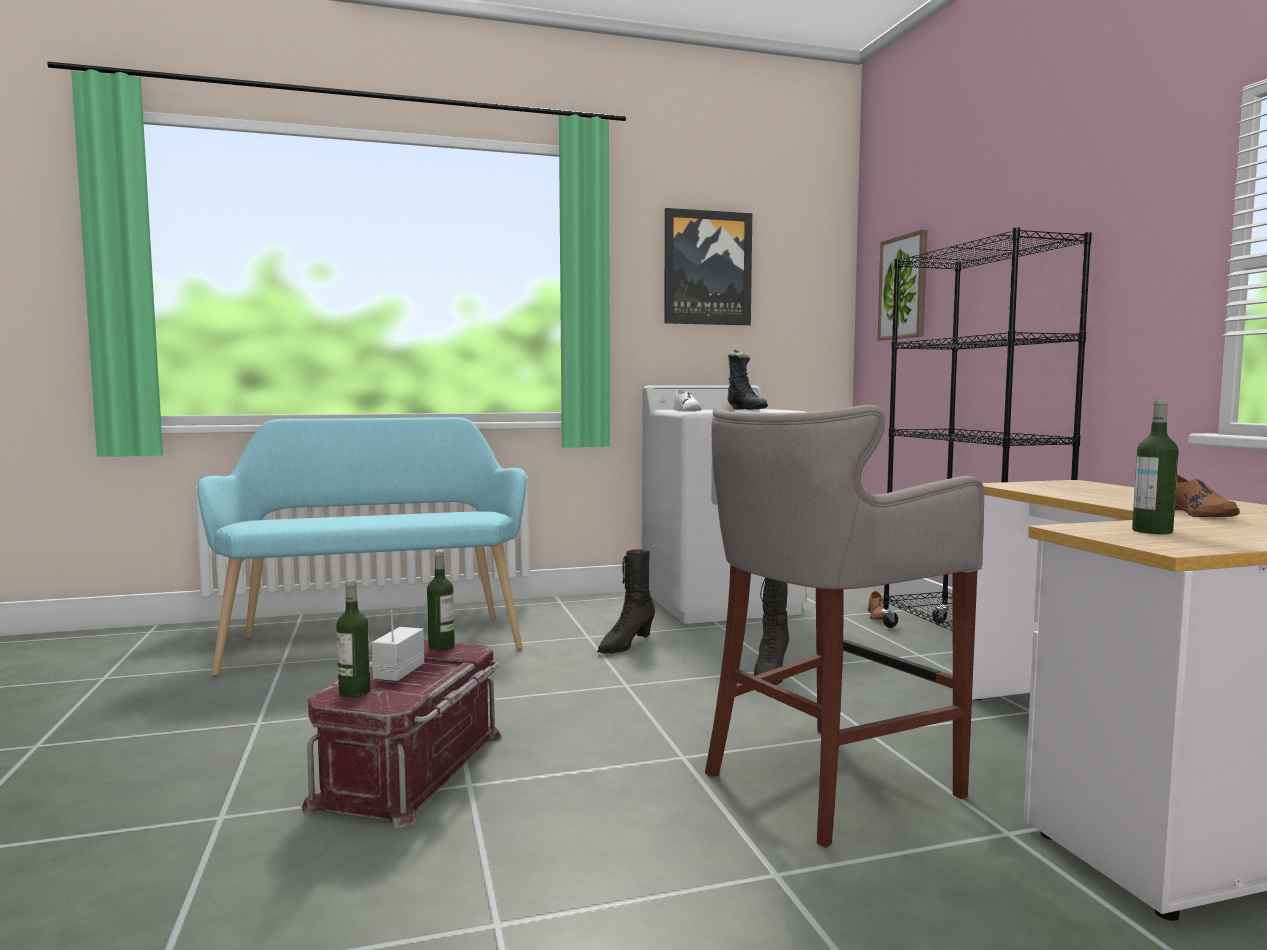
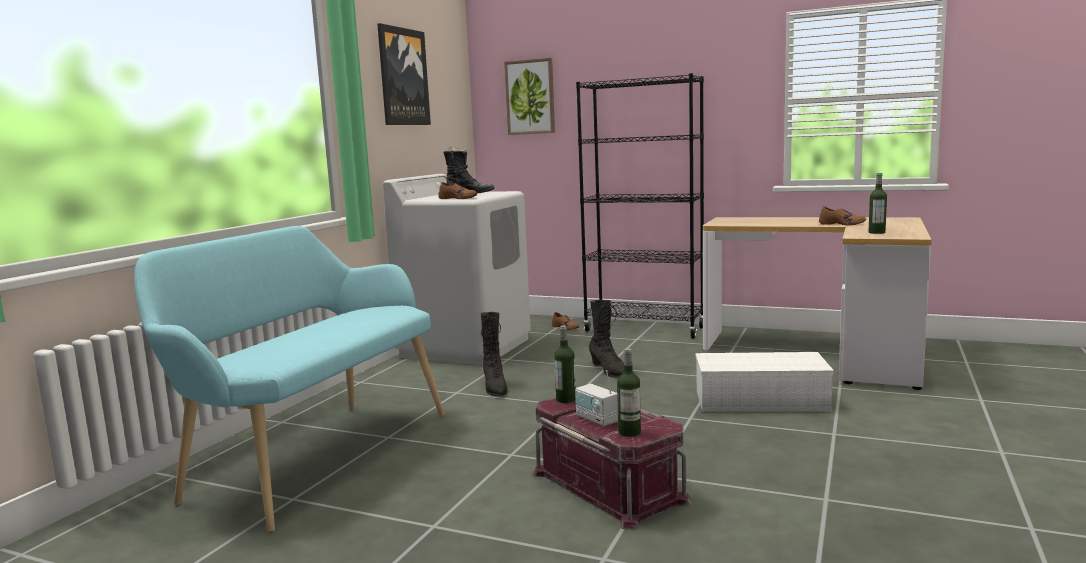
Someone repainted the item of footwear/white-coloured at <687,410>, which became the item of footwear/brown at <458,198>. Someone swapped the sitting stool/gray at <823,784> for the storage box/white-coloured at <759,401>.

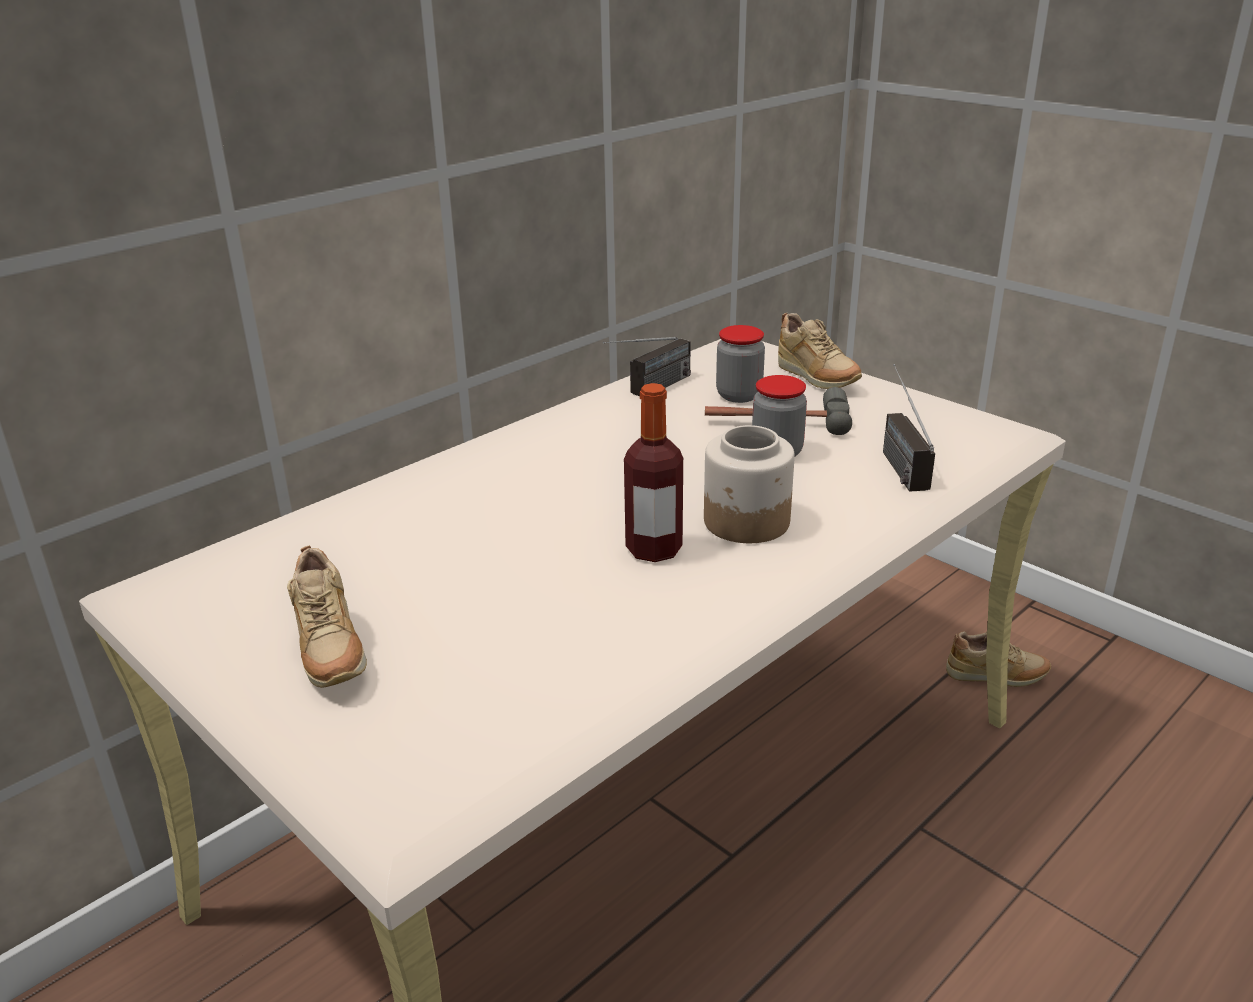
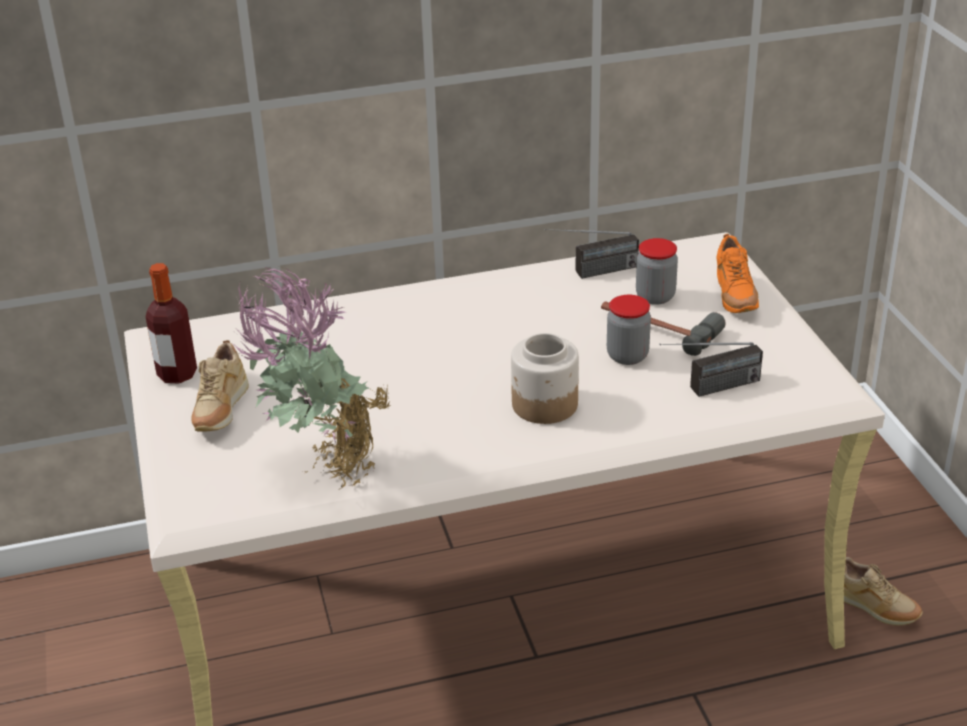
Someone carried the bottle from <654,549> to <177,374>. Someone repainted the item of footwear/sand-coloured at <816,379>, which became the item of footwear/orangey at <734,298>. Someone rotated the radio set at <895,460> by 135 degrees counterclockwise. Someone put down the plant in a pot at <322,469>.

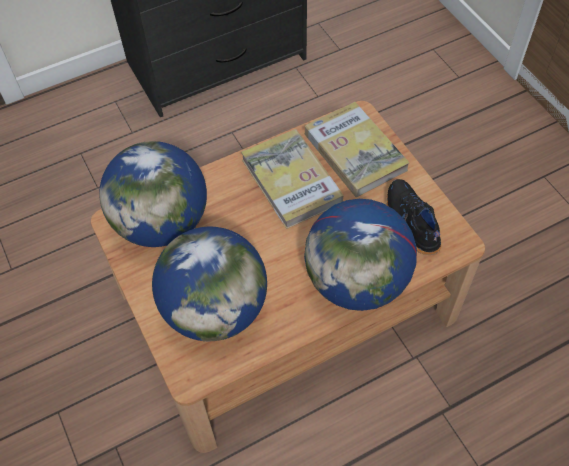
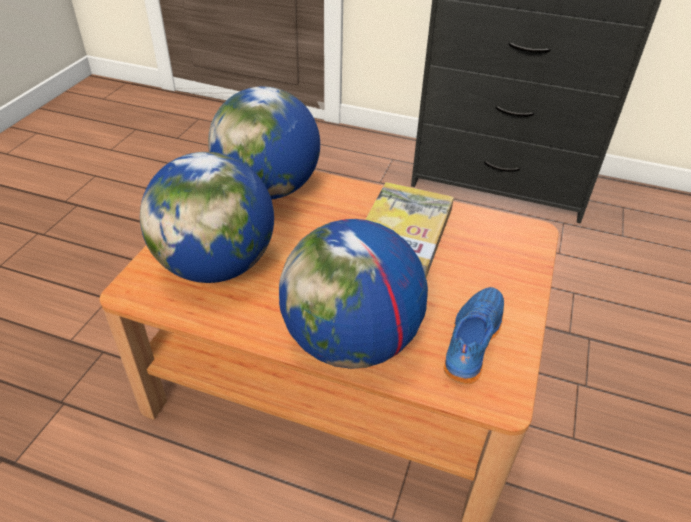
Someone took away the book at <355,152>. Someone repainted the item of footwear/black-coloured at <410,223>, which became the item of footwear/blue at <470,341>.

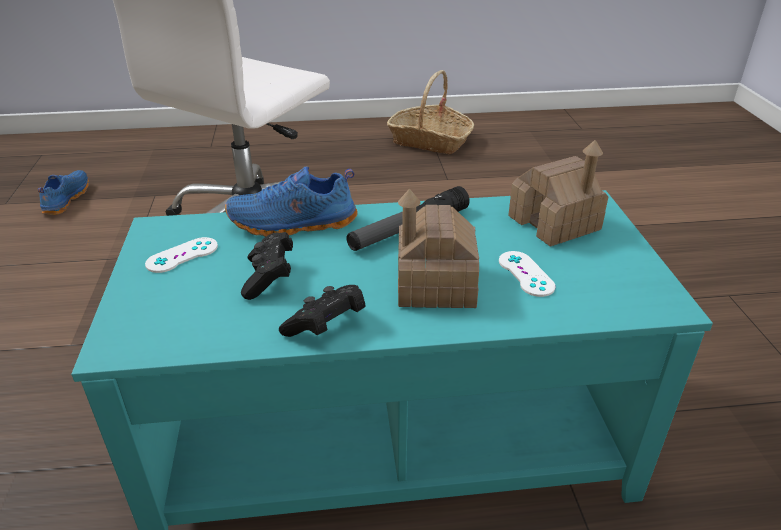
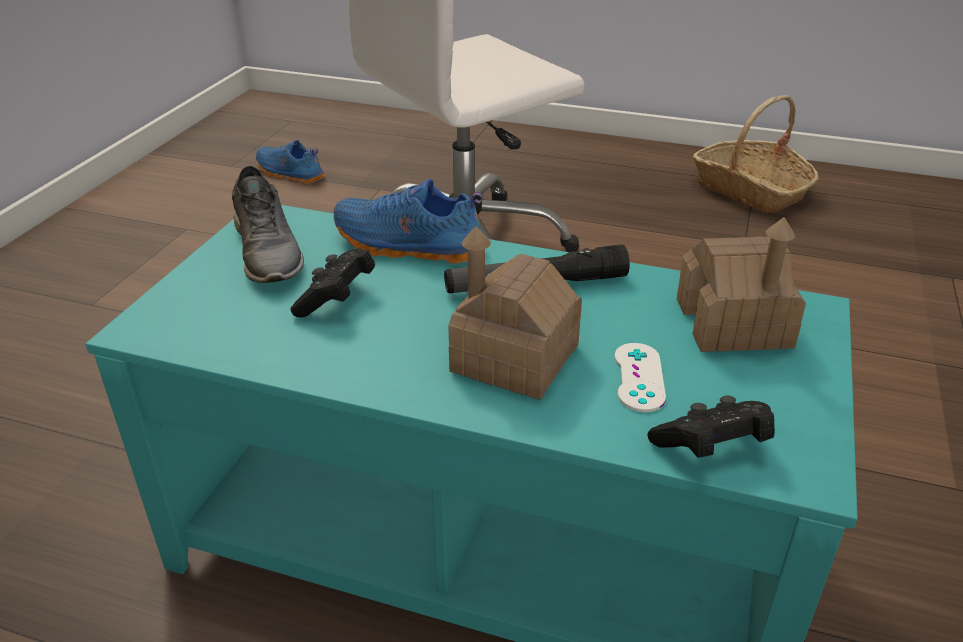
Someone rotated the item of footwear/blue at <65,199> by 90 degrees counterclockwise. Someone swapped the game controller/white-coloured at <182,255> for the item of footwear/gray at <269,252>. Someone carried the game controller/black-coloured from <326,326> to <711,447>.

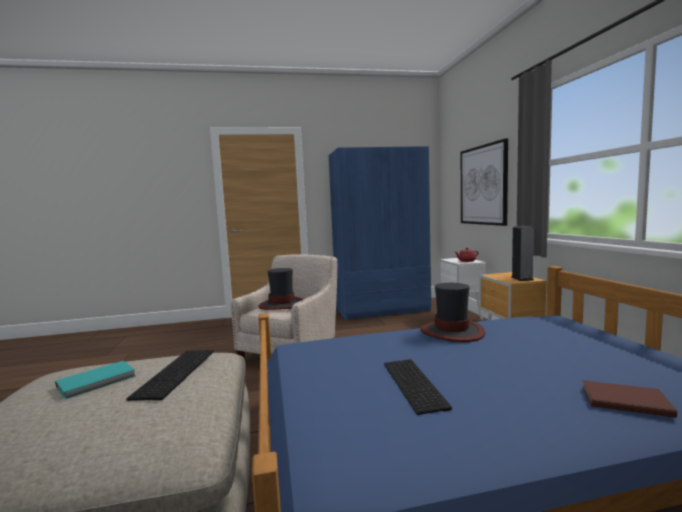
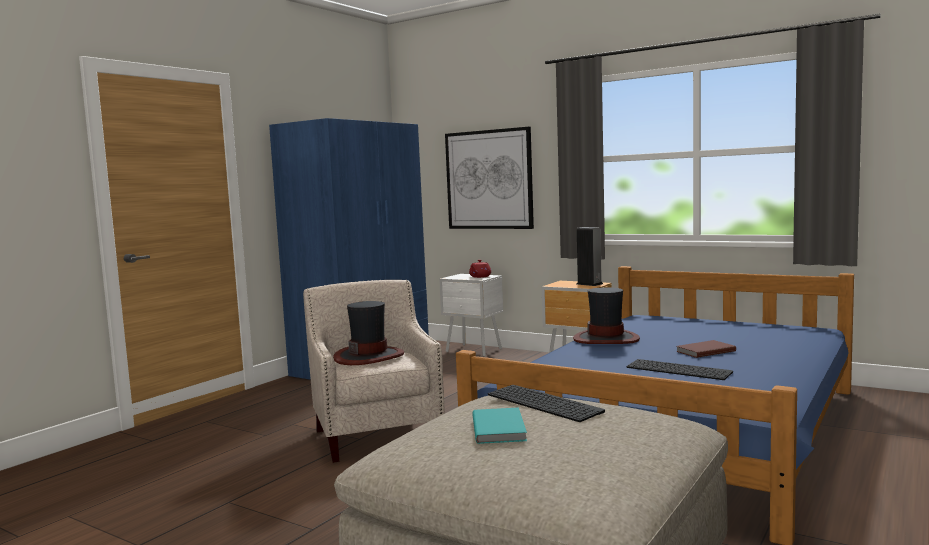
Someone carried the book/brown from <623,400> to <704,351>.

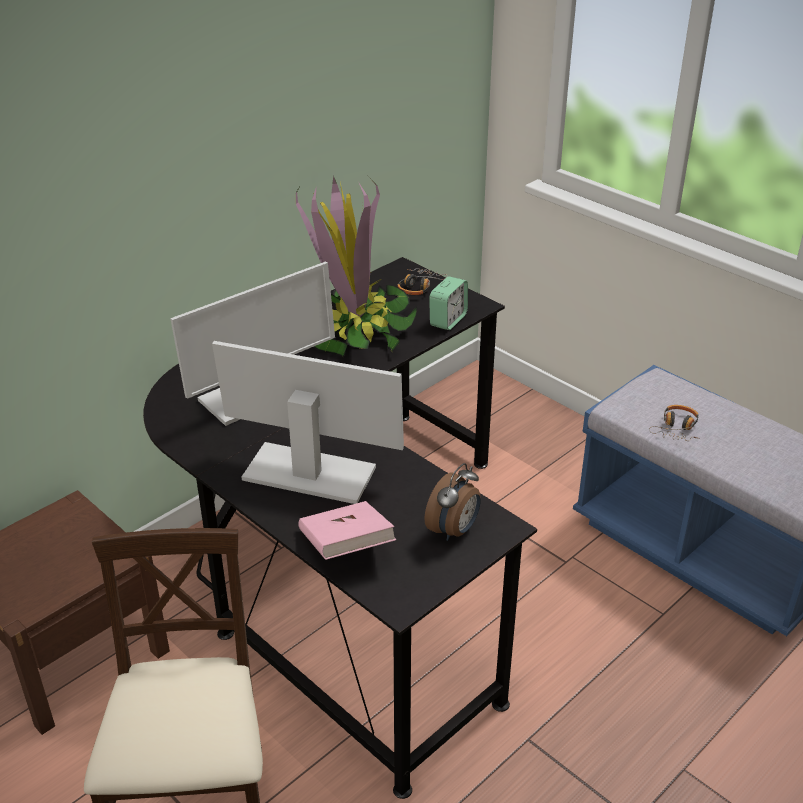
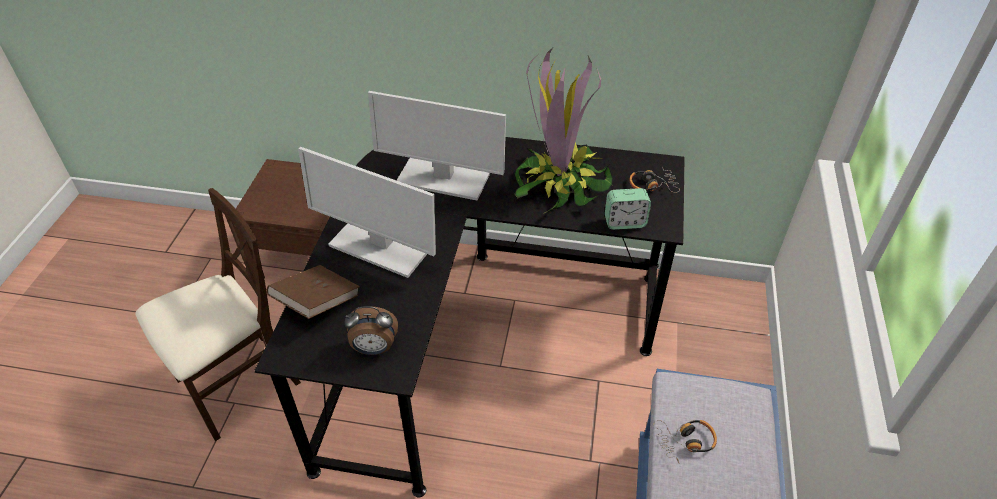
Someone rotated the computer display at <310,473> by 135 degrees clockwise. Someone repainted the book/pink at <346,548>, which became the book/brown at <317,303>.

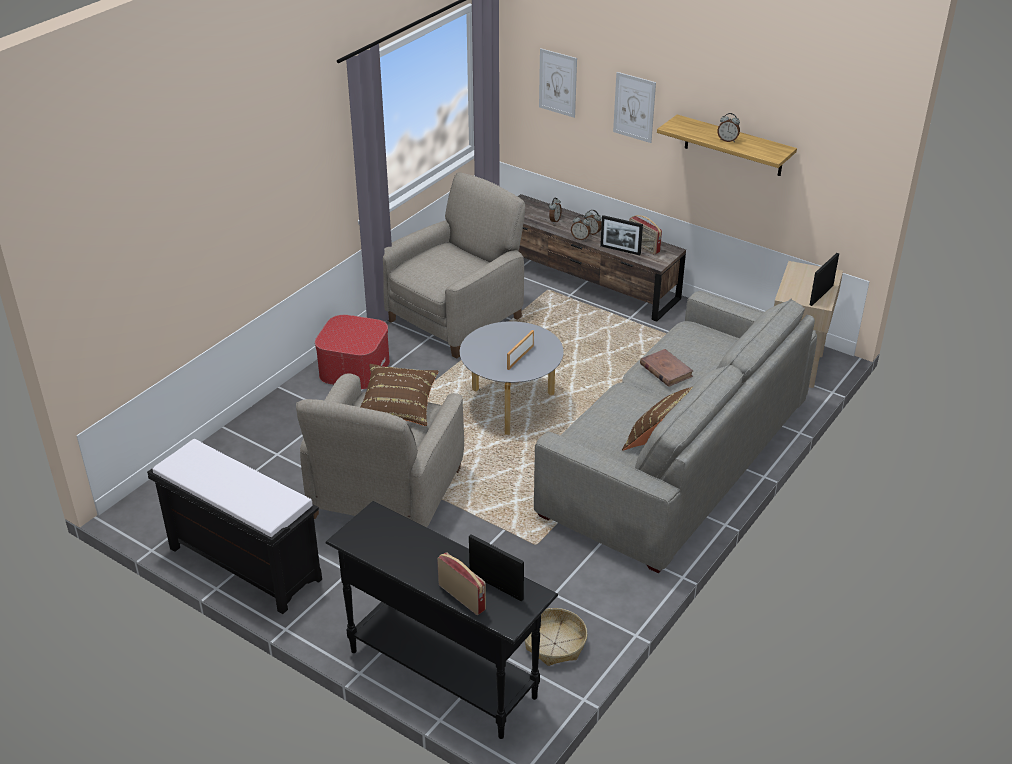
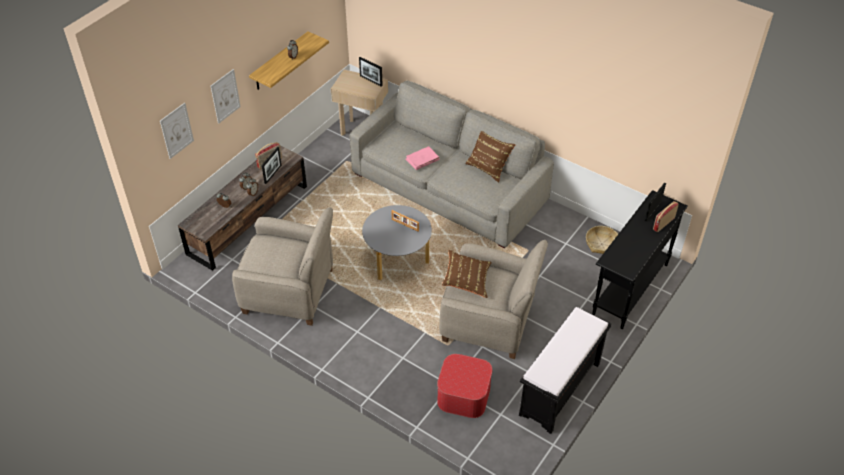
Someone carried the footrest from <354,368> to <463,395>. Someone rotated the easy chair/sand-coloured at <455,318> by 150 degrees clockwise. Someone repainted the book/brown at <666,370>, which became the book/pink at <422,160>.

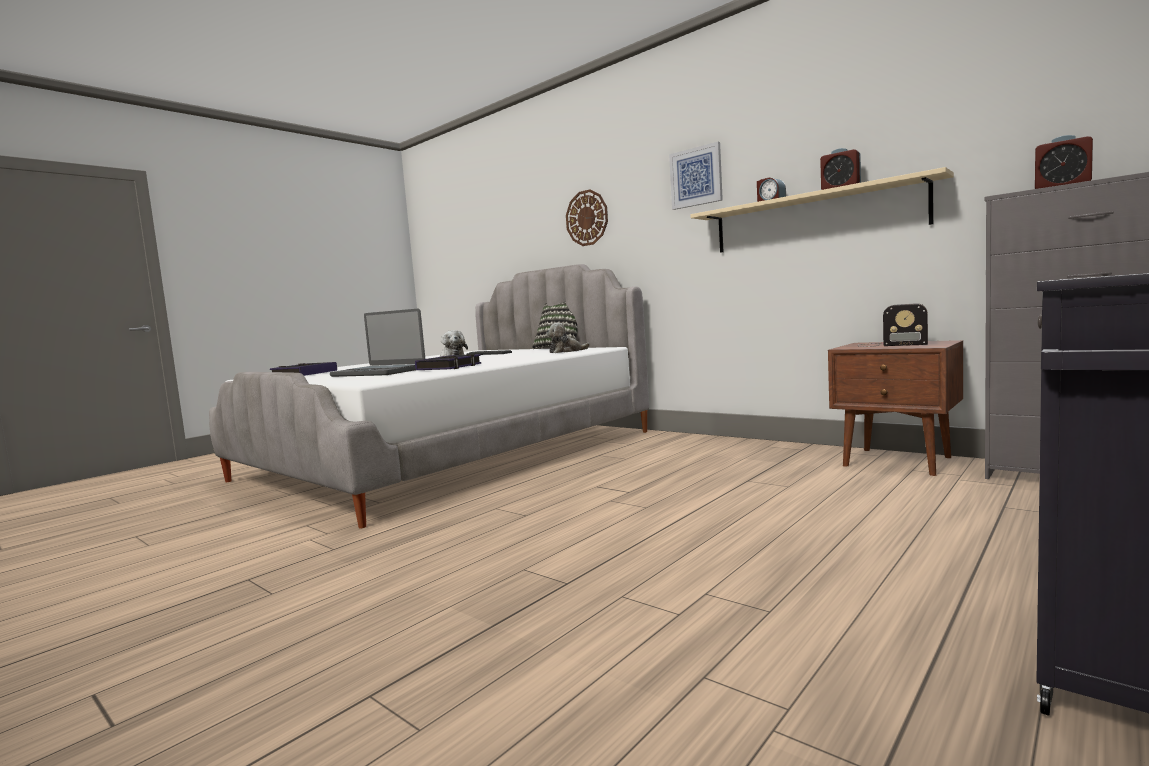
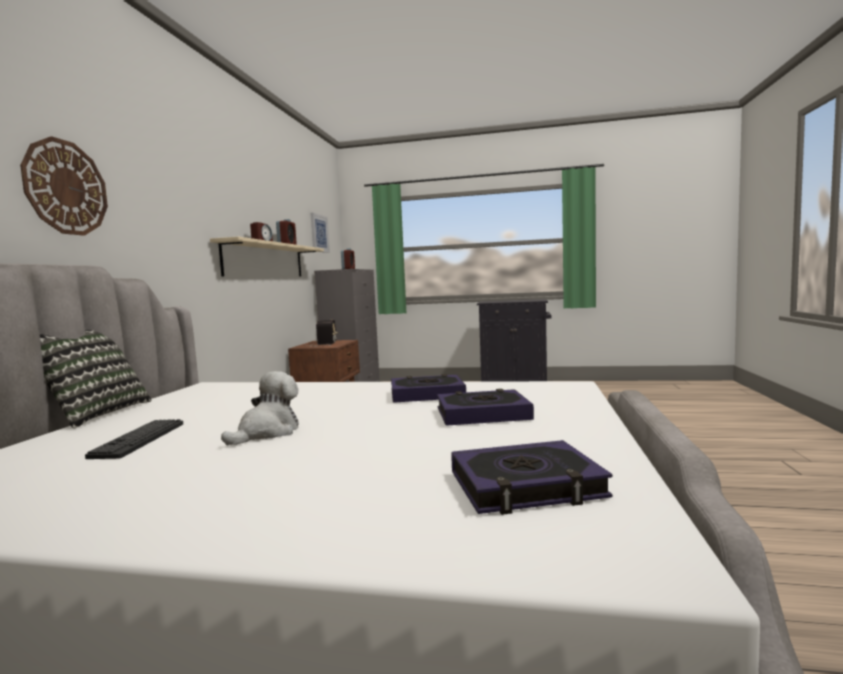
Someone swapped the portable computer at <379,372> for the book at <482,414>. Someone took away the soft toy at <566,351>. Someone carried the picture from <696,177> to <319,233>.

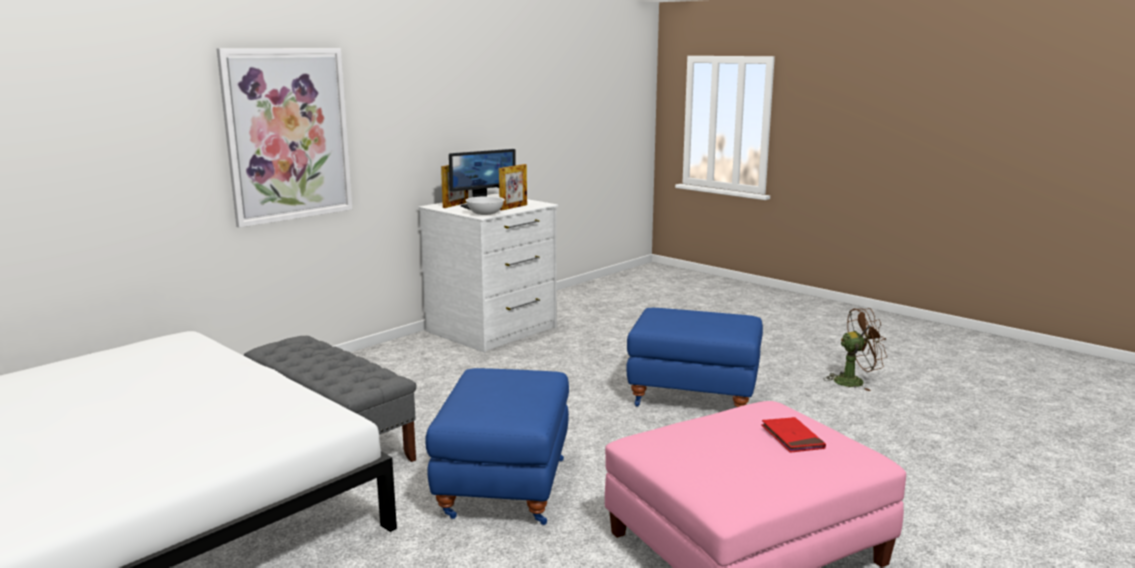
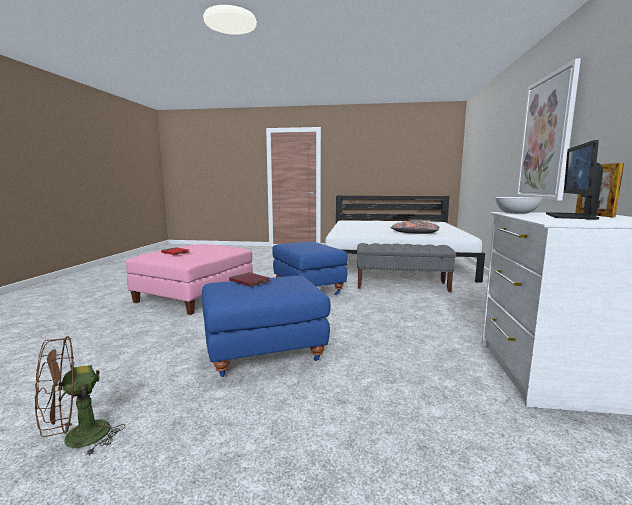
Someone took away the standing frame at <513,207>. Someone put down the book/red at <249,281>. Someone put down the cushion/gray at <414,233>.

